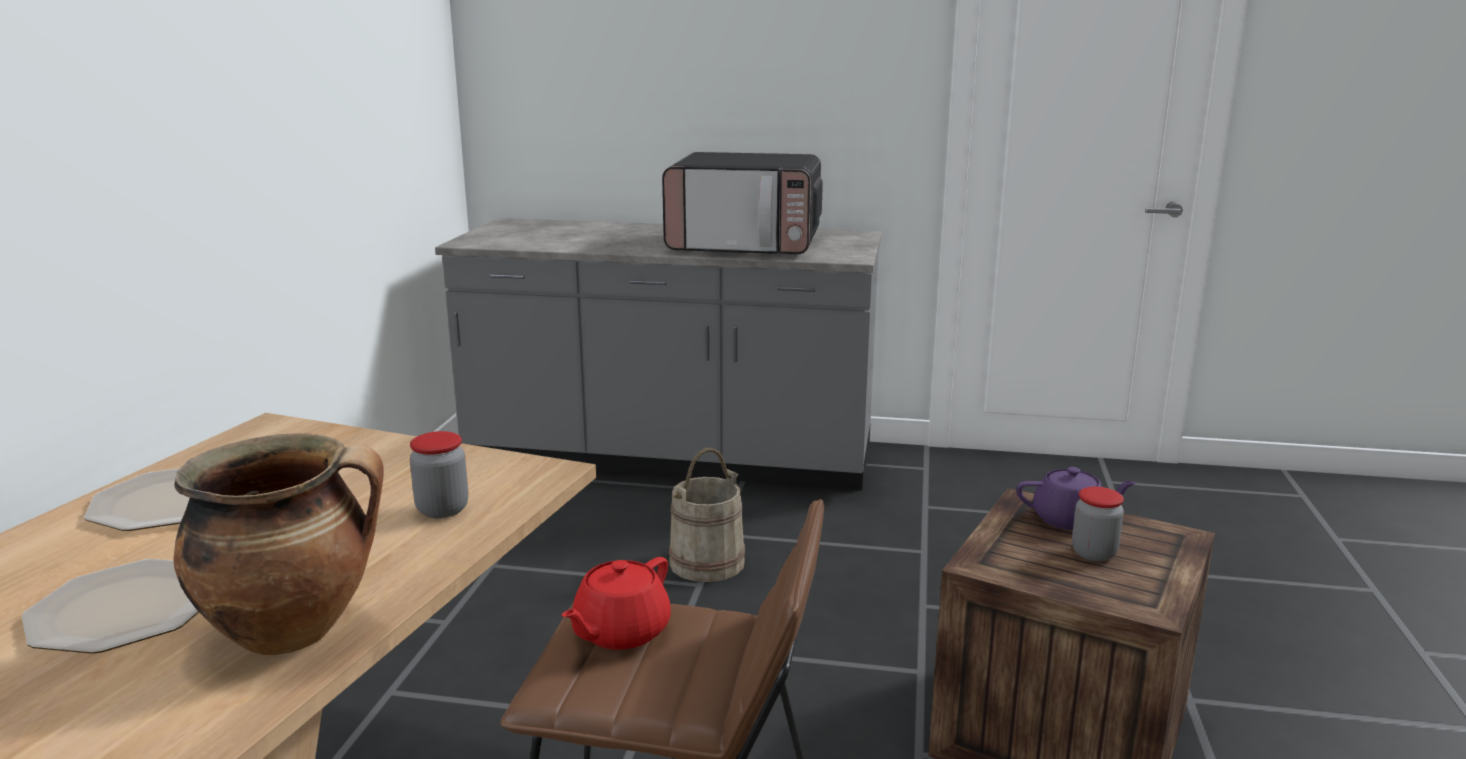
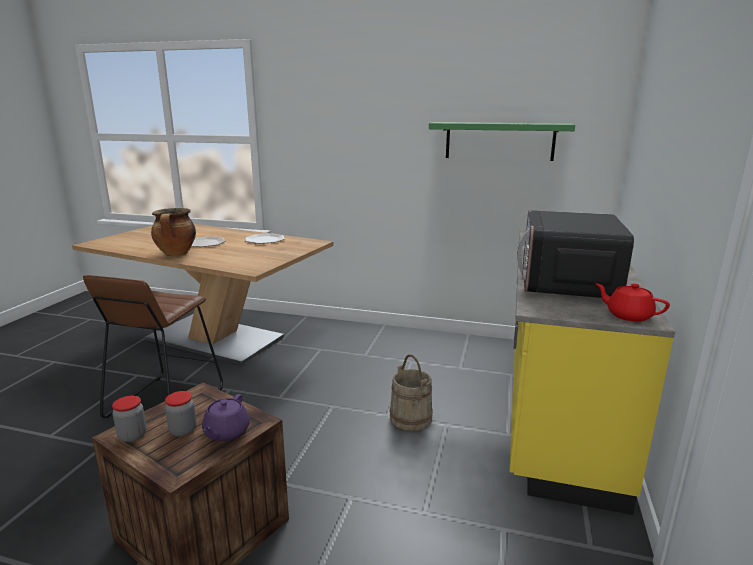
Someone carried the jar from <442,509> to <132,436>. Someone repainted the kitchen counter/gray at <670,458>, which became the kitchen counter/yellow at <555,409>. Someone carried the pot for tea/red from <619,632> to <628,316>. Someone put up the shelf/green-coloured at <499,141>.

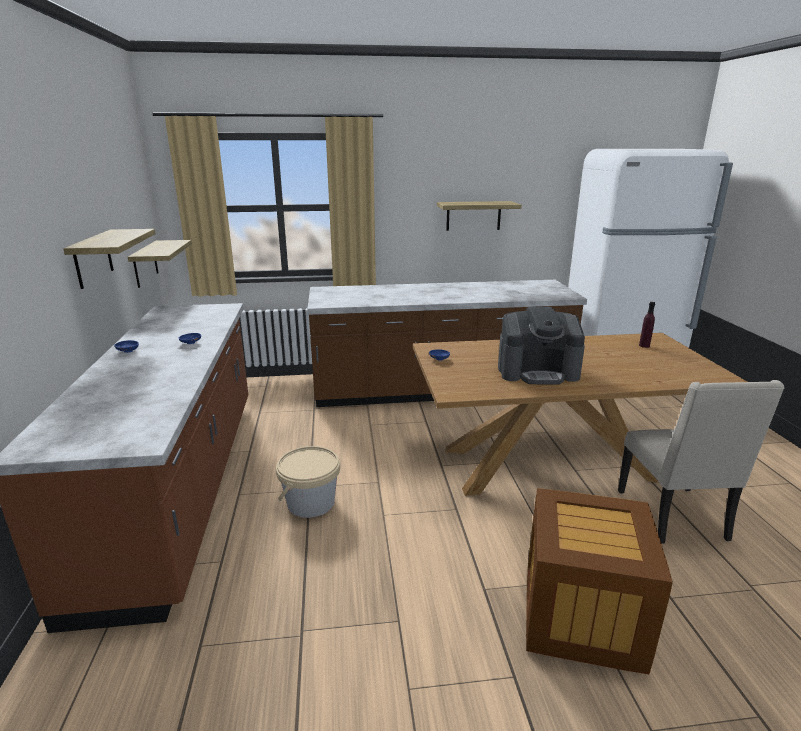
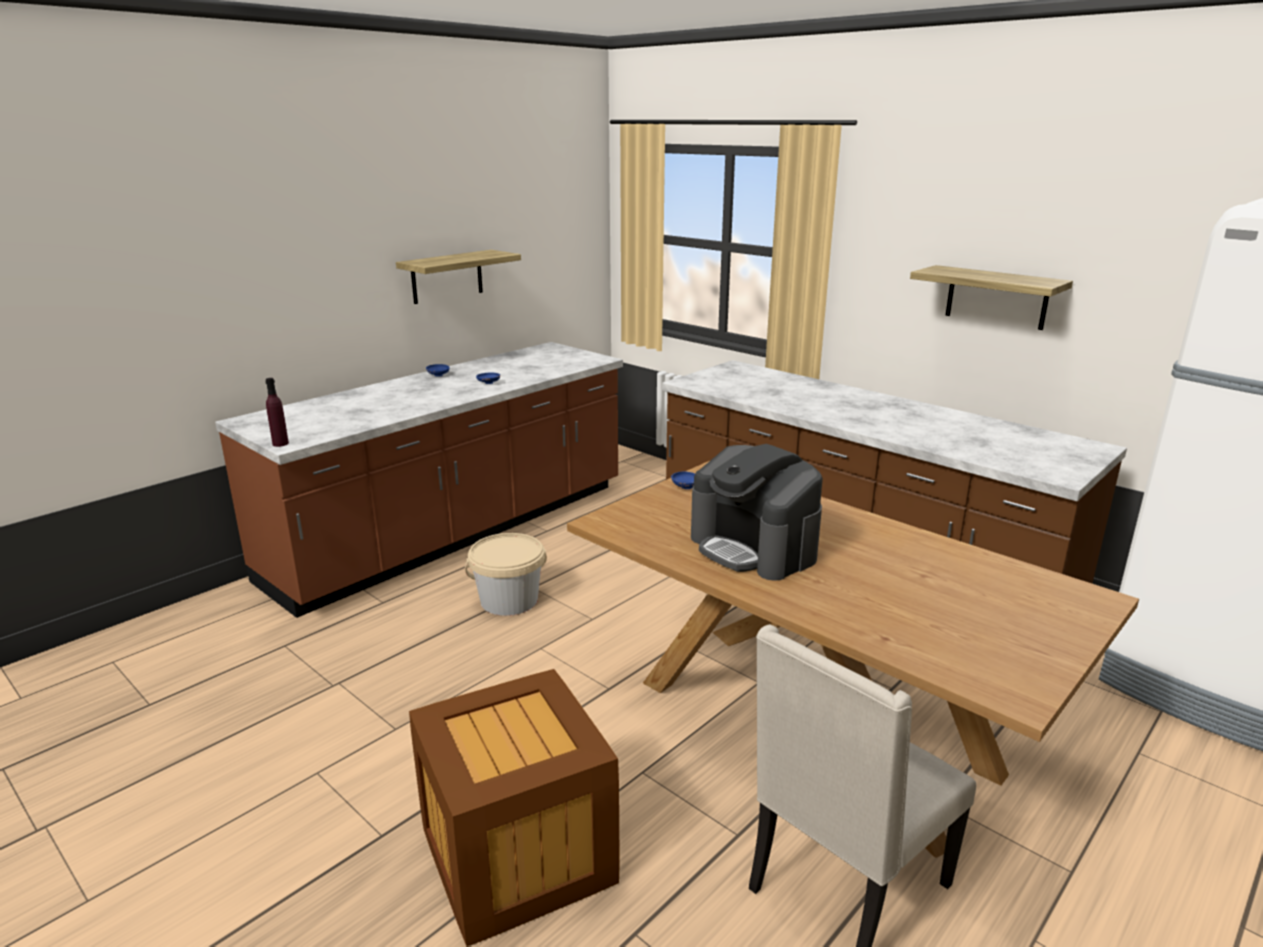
Someone took away the shelf at <145,264>. Someone carried the bottle/purple from <644,345> to <280,444>.

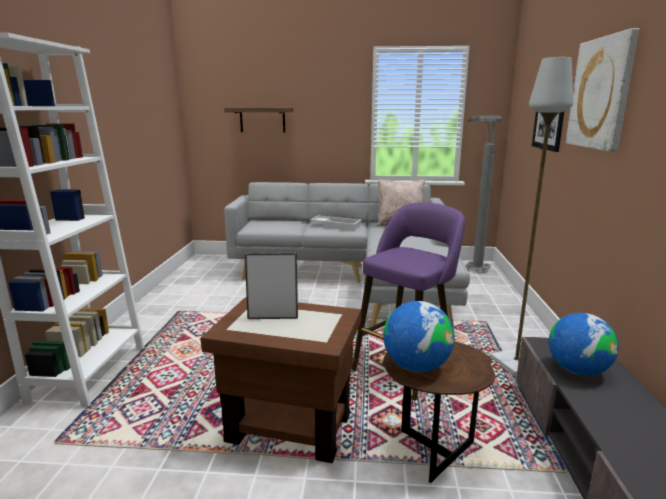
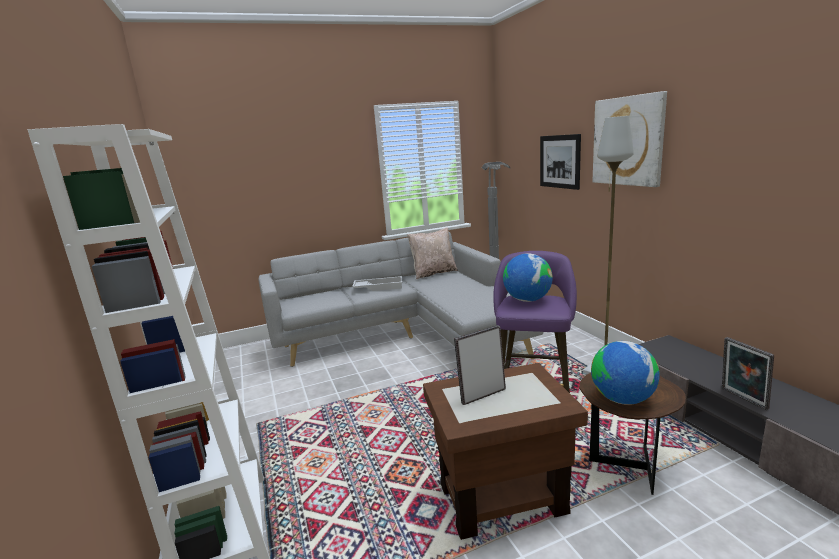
Someone took away the shelf at <262,120>. Someone carried the globe from <577,370> to <527,300>. Someone put down the standing frame at <742,399>.

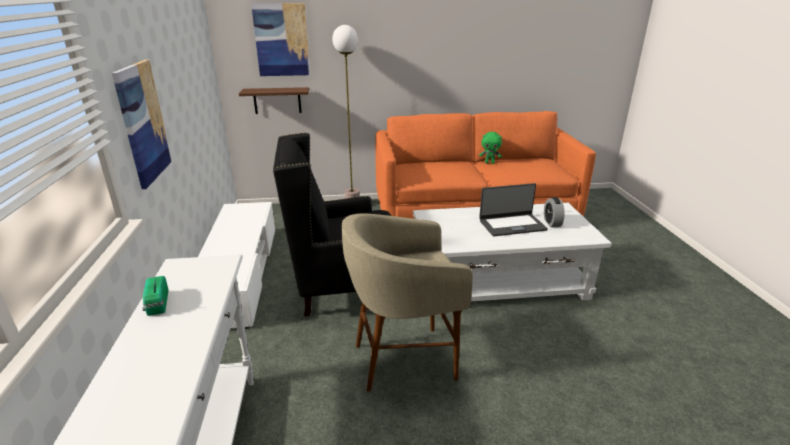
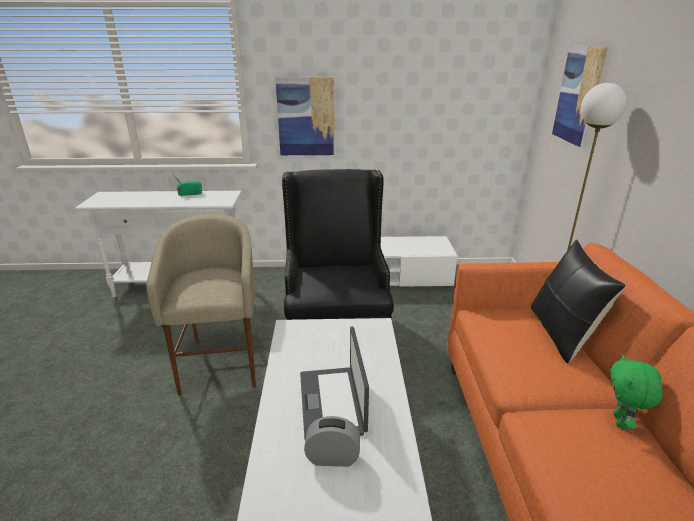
Someone took away the shelf/brown at <277,100>. Someone put down the cushion/black-coloured at <561,334>.

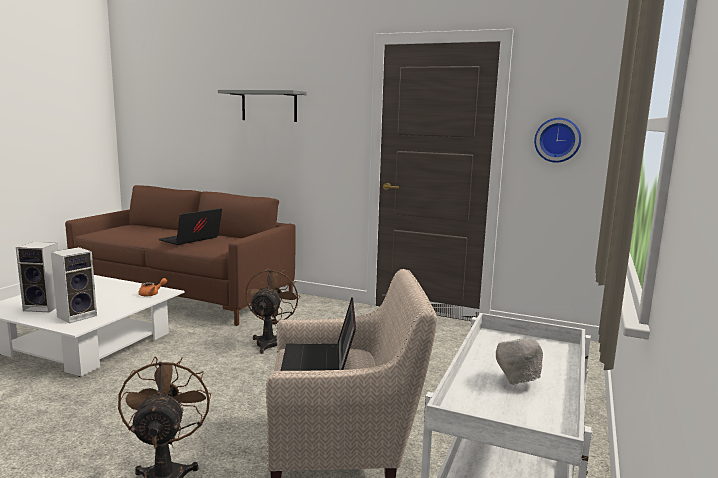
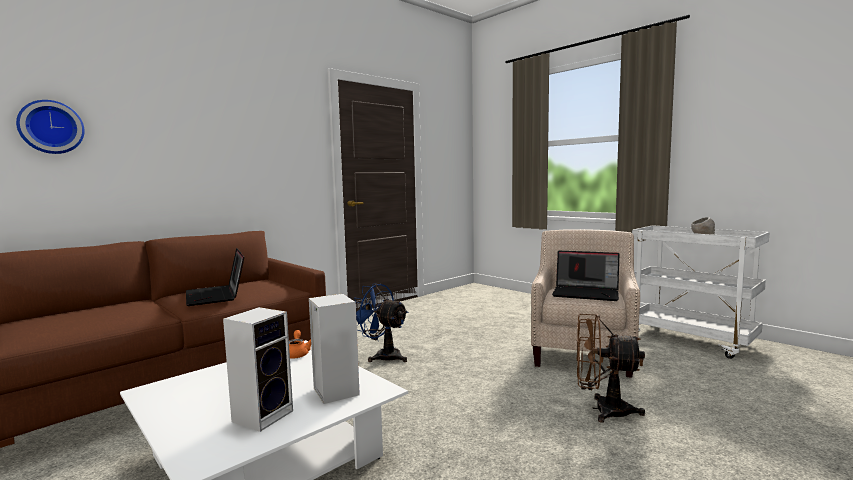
Someone took away the shelf/gray at <269,106>. Someone repainted the fan/brown at <270,341>, which became the fan/blue at <383,356>. Someone carried the wall clock from <557,140> to <51,127>.

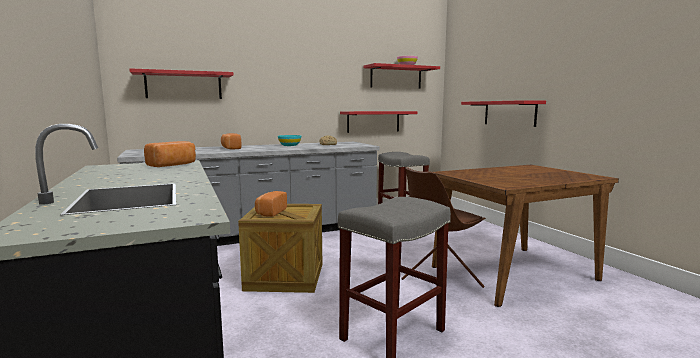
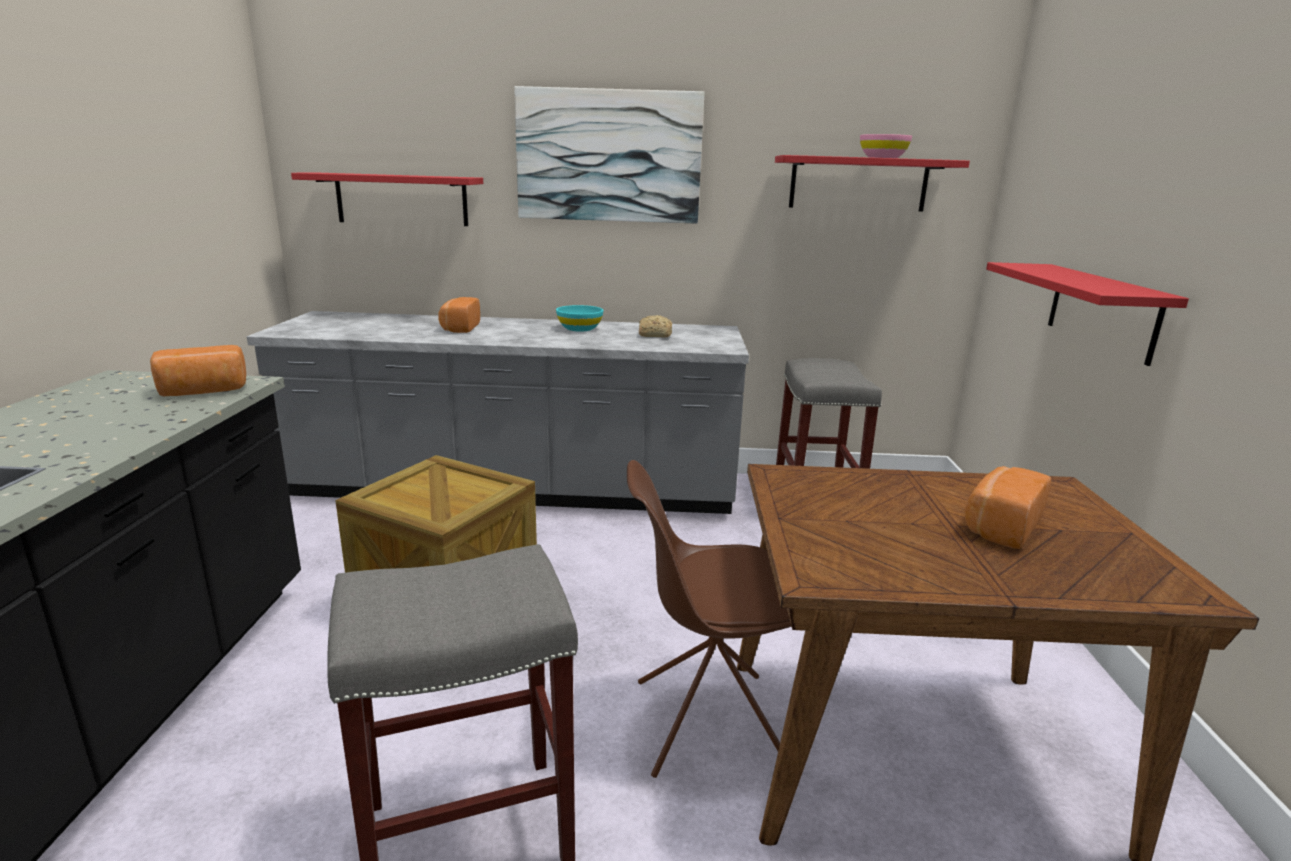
Someone carried the baked bread from <270,212> to <999,526>. Someone took away the shelf/red at <373,121>. Someone put up the picture at <609,156>.

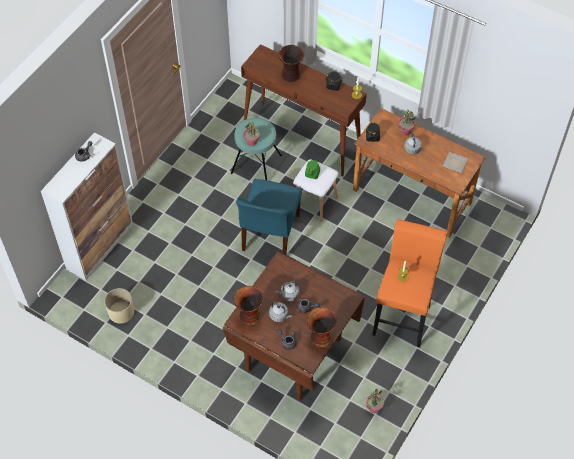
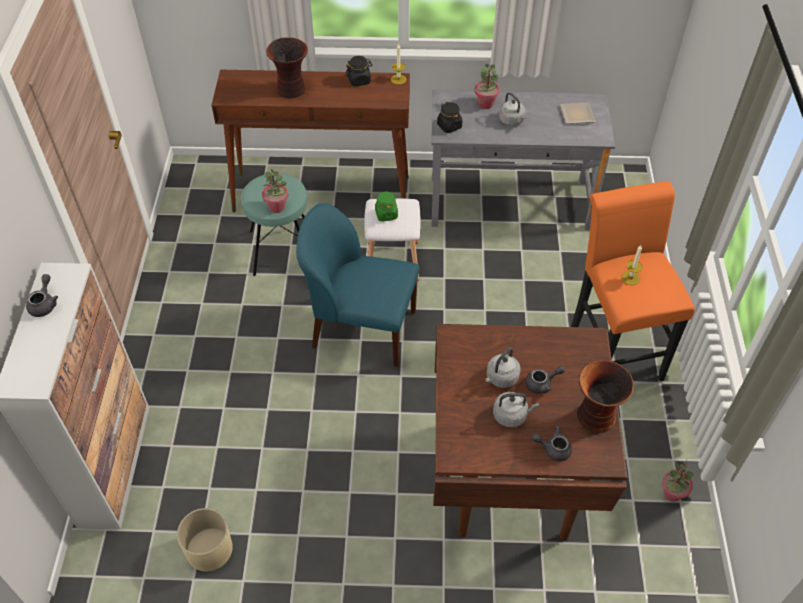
Someone took away the flower vase at <249,316>. Someone rotated the upright chair/blue at <270,234> by 120 degrees clockwise. Someone repainted the desk unit/brown at <412,196>, which became the desk unit/gray at <510,202>.

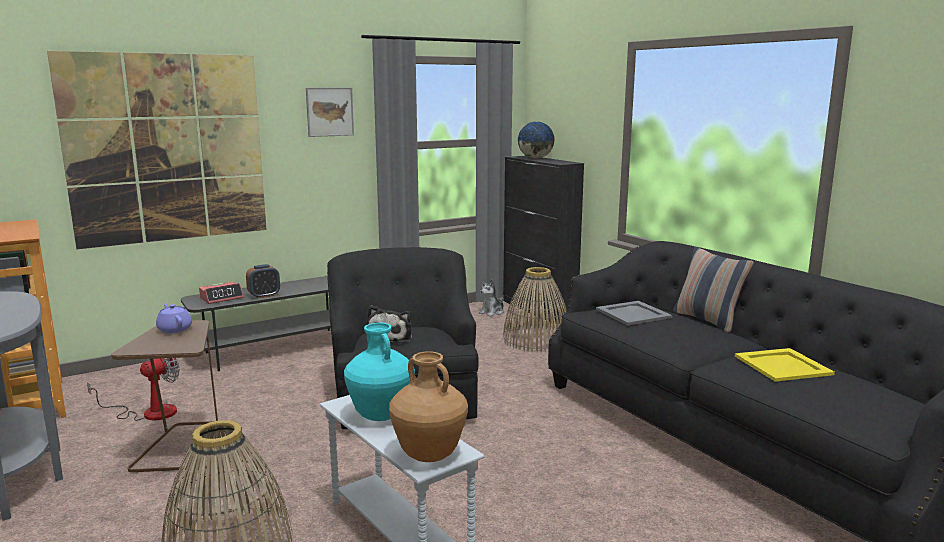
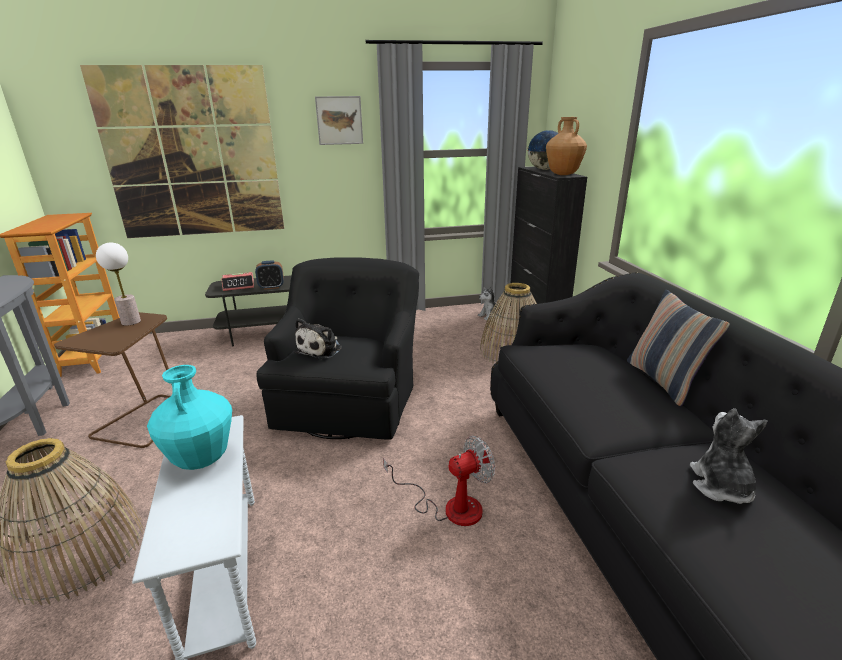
Someone carried the fan from <149,412> to <450,507>. Someone swapped the pot for tea/purple at <174,329> for the table lamp at <131,322>. Someone carried the flower vase/brown from <429,455> to <563,174>. Someone took away the tray/gray at <634,313>. Someone swapped the tray/yellow at <782,365> for the soft toy at <720,486>.

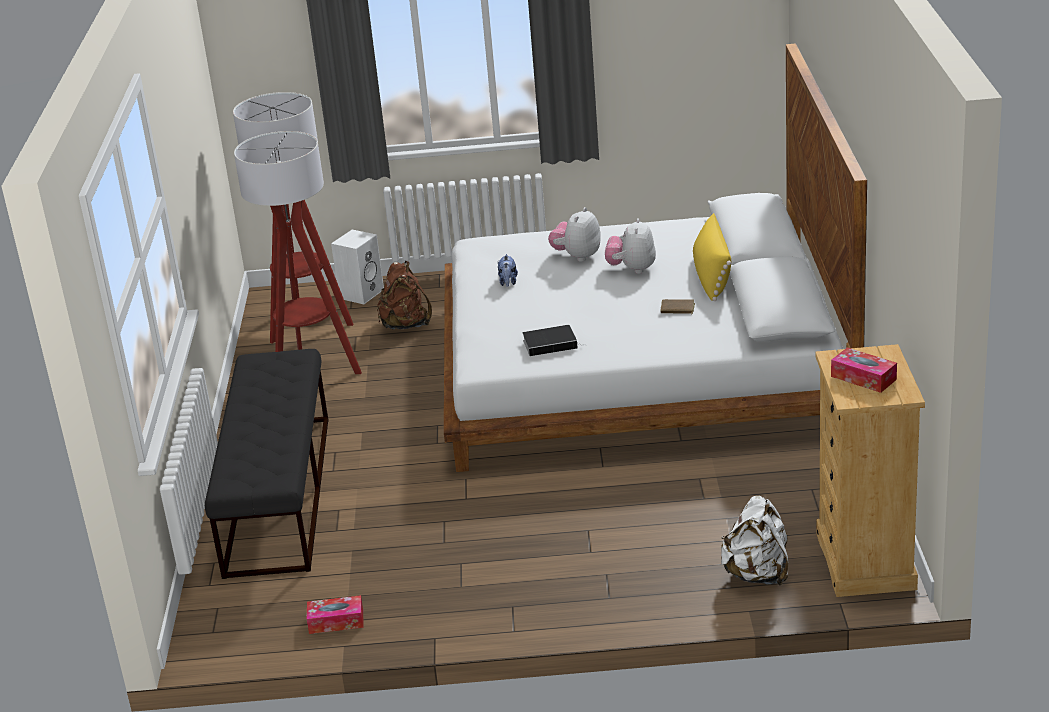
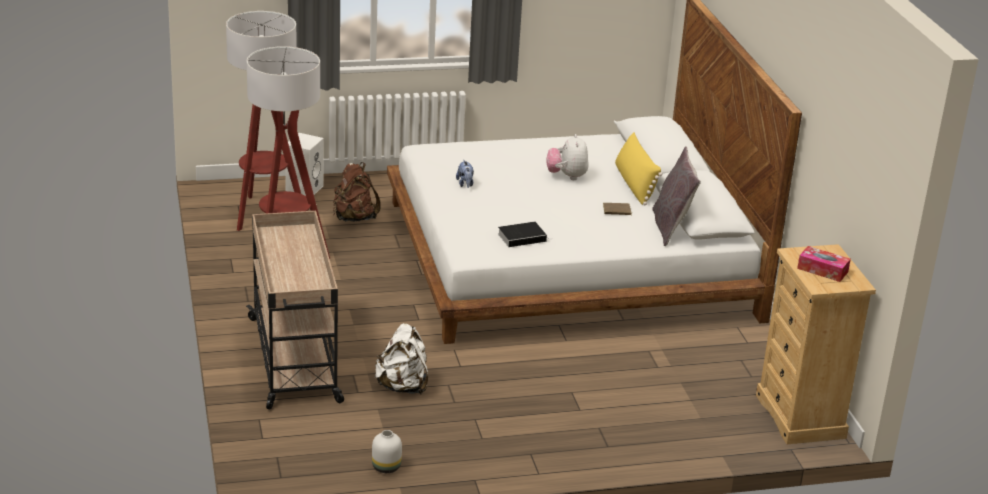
Someone swapped the long seat/black-coloured at <278,493> for the wheeled cart/sand-coloured at <294,361>. Someone swapped the tissue holder at <336,622> for the flower vase/white-coloured at <386,467>. Someone took away the soft toy at <577,256>. Someone carried the rucksack/white-coloured from <757,574> to <402,386>. Someone put down the cushion/gray at <671,227>.

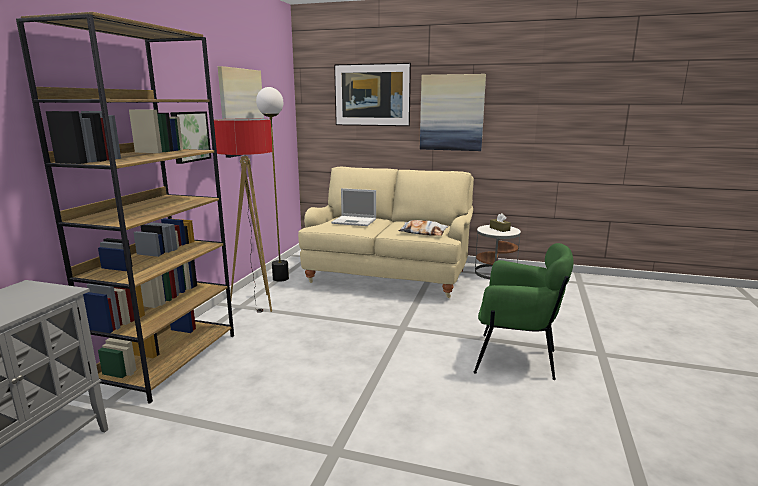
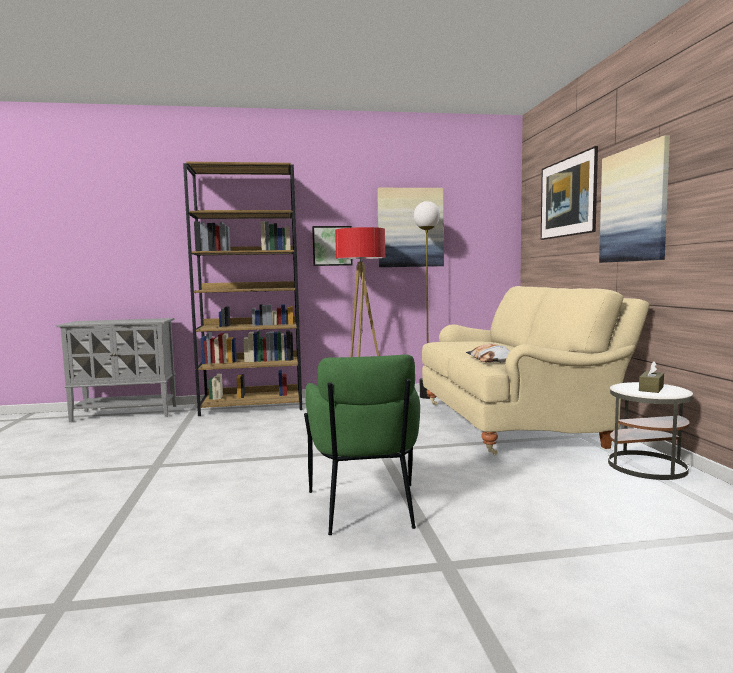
Someone took away the portable computer at <355,221>.

